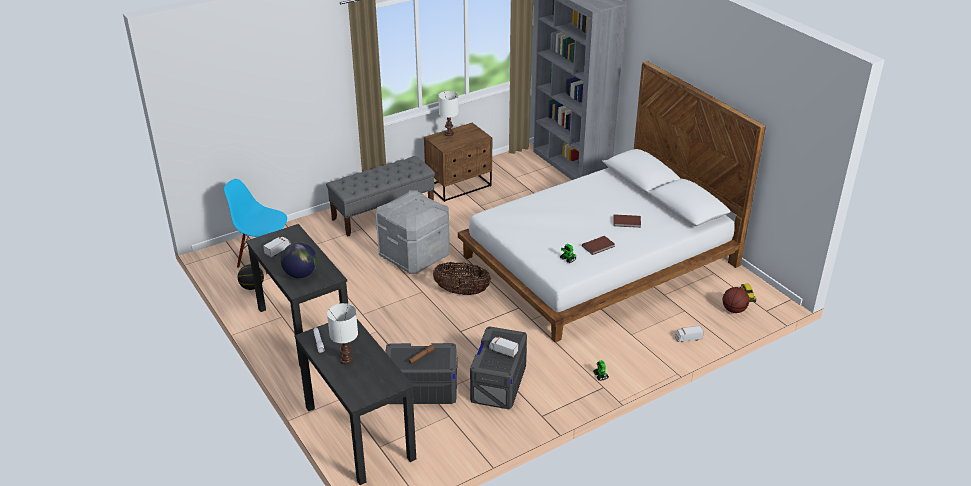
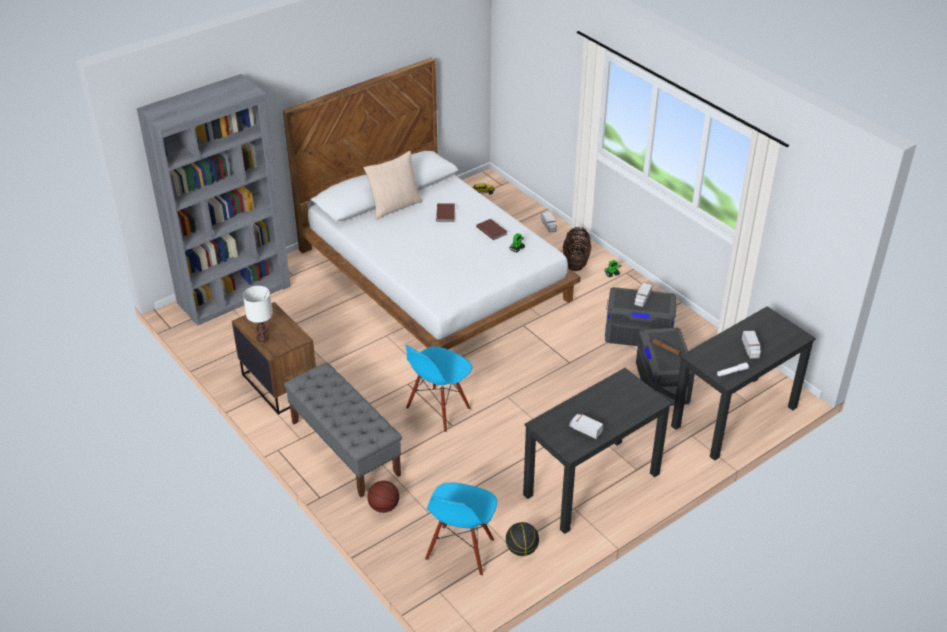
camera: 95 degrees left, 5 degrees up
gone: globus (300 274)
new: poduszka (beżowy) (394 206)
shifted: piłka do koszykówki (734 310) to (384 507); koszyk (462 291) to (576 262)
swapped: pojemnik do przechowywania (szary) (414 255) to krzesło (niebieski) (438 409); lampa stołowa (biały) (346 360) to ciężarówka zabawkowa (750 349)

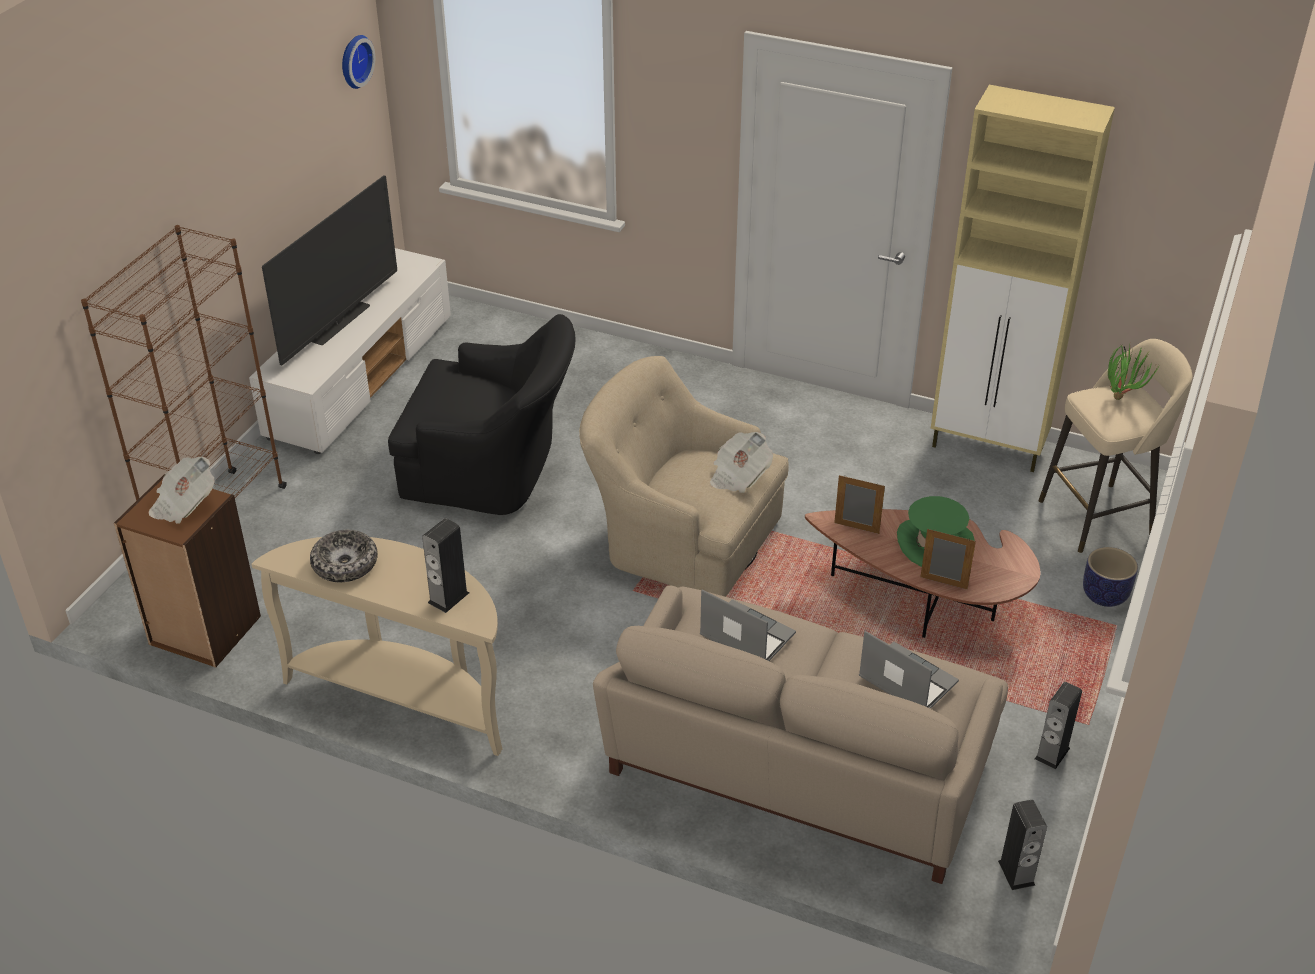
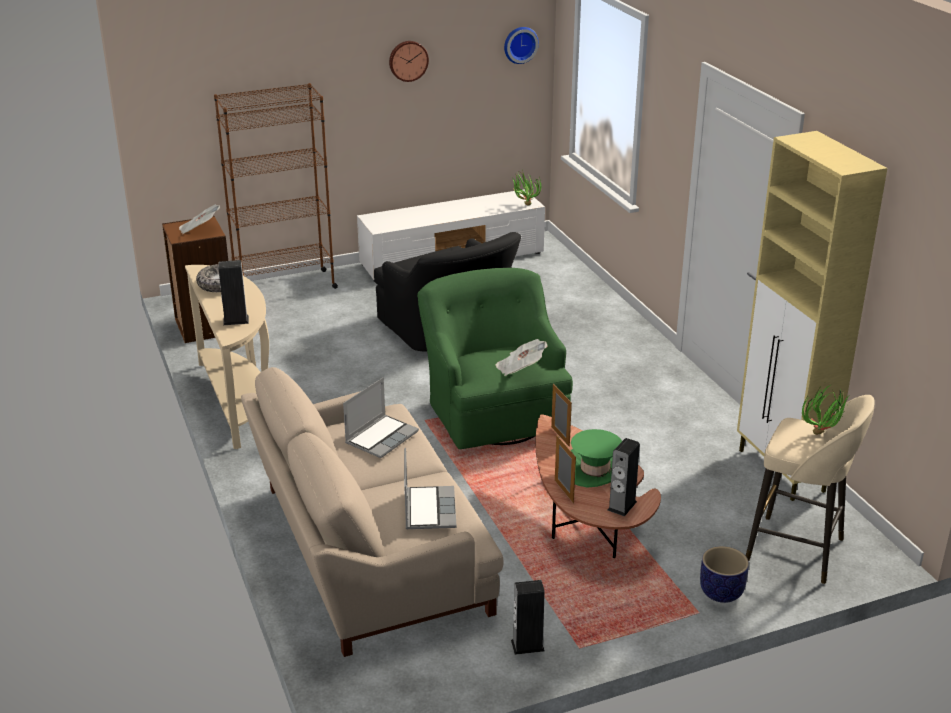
camera: 45 degrees right, 10 degrees down
gone: telewizor (340 323)
new: zegar ścienny (408 60); roślina doniczkowa (524 205)
shifted: głośnik (1016 873) to (622 506)
repainted: fotel (beżowy) (680 537) to fotel (zielony) (494 410)
rotated: laptop (745 635) = (381 437) 45 degrees clockwise

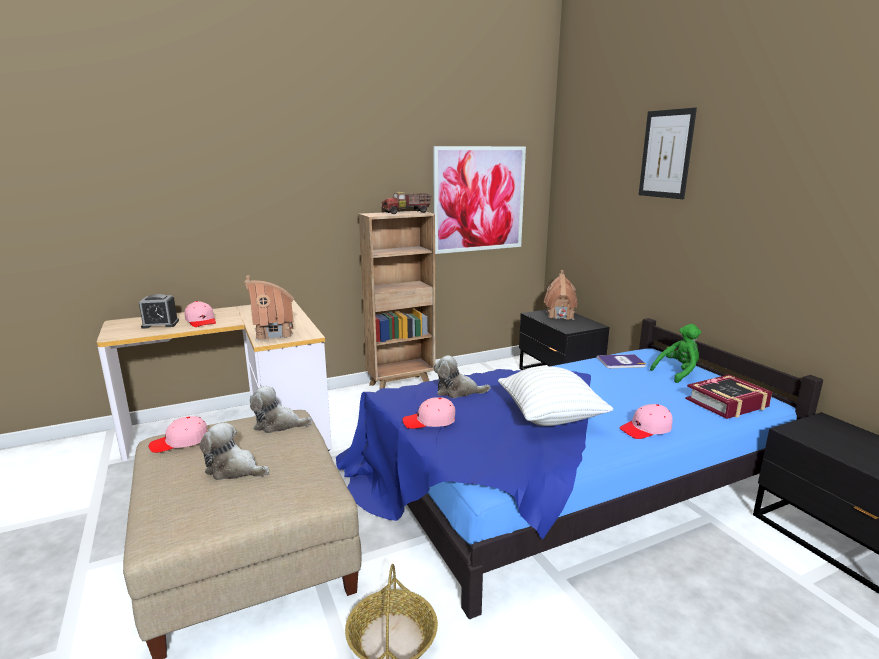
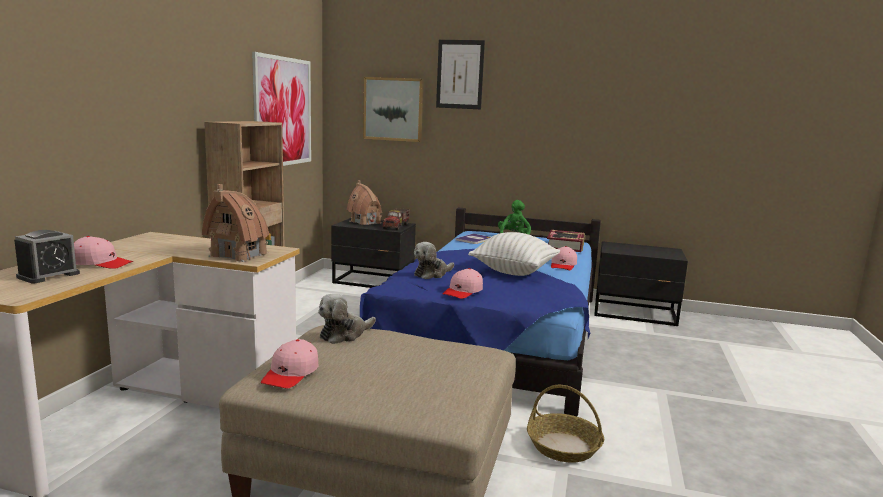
camera: 50 degrees left, 5 degrees down
gone: pluszak (234 469)
new: obraz (393 109)
shifted: ciężarówka zabawkowa (407 212) to (396 227)

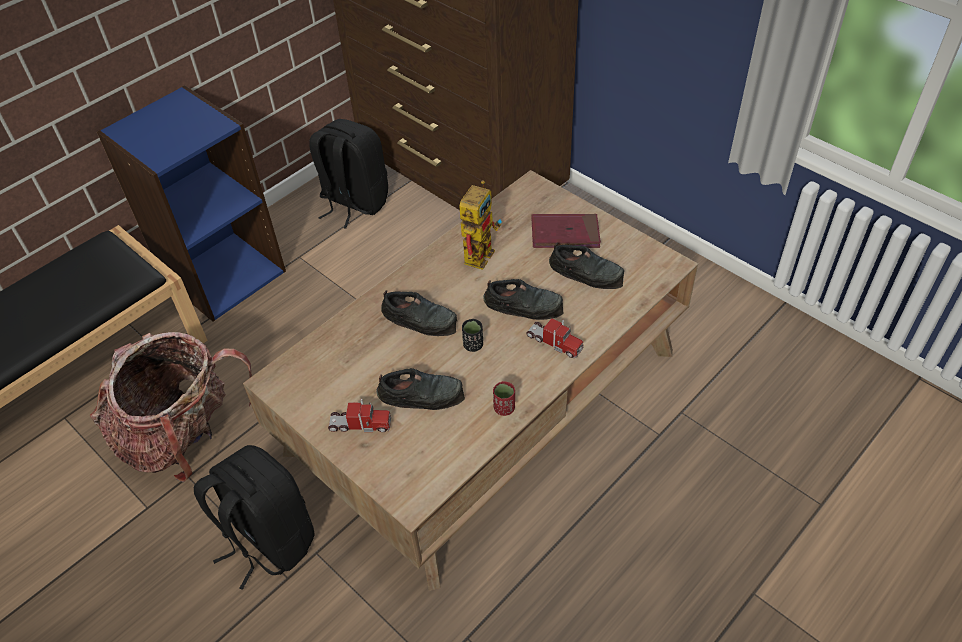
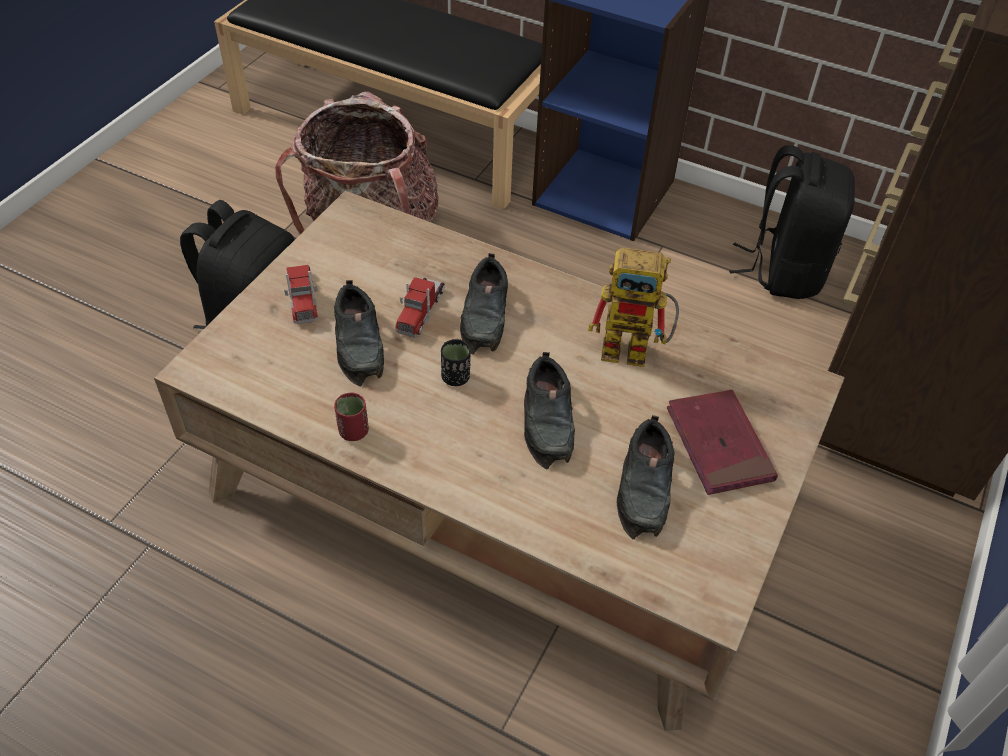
camera: 70 degrees right, 0 degrees up
shifted: ciężarówka zabawkowa (554 342) to (420 311)

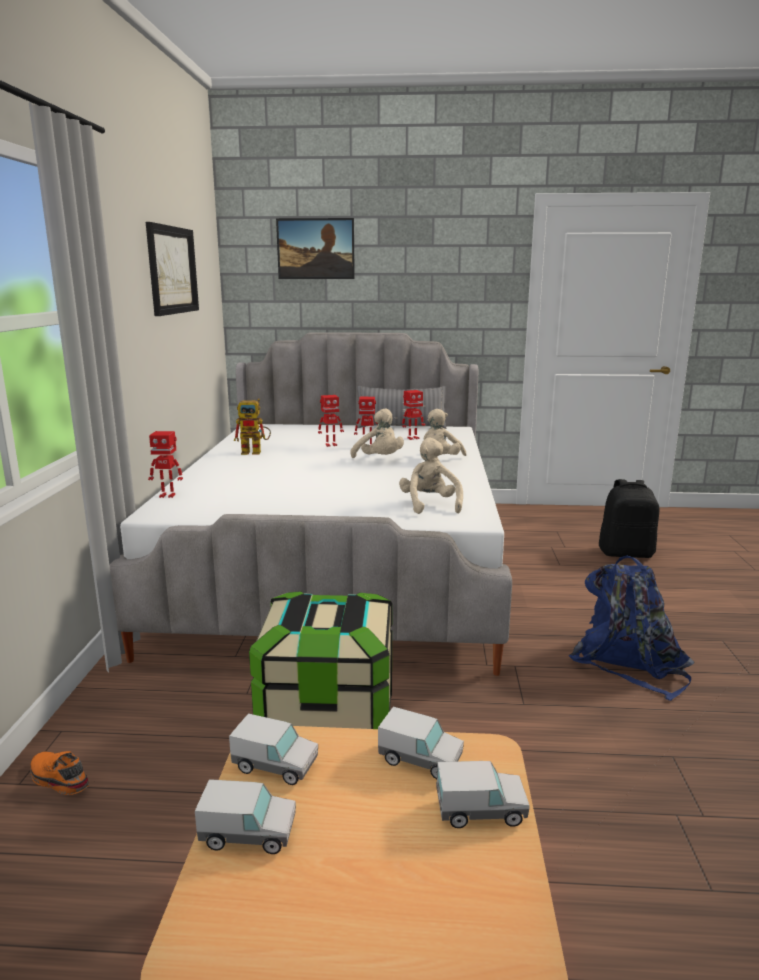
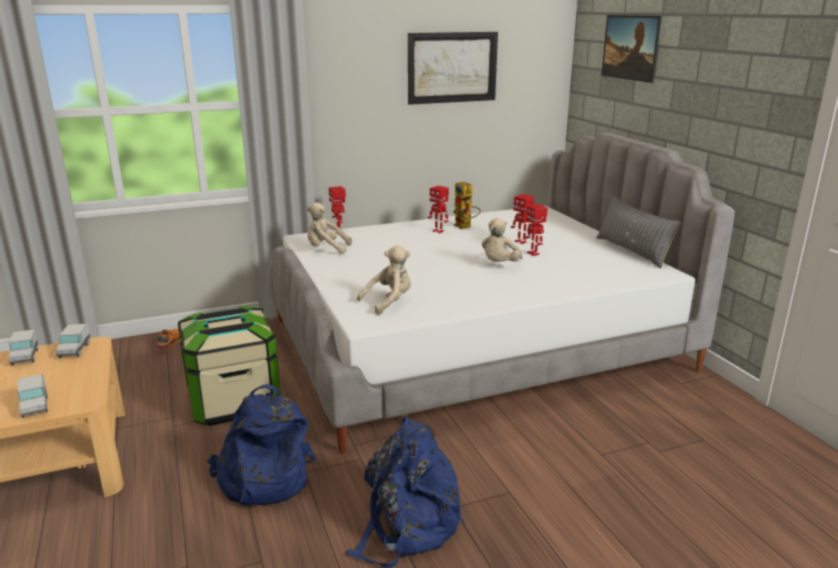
camera: 65 degrees right, 5 degrees up
gone: ciężarówka zabawkowa (420 760); plecak (czarny) (626 553)
new: plecak (niebieski) (262 478)
shifted: pluszak (beżowy) (440 460) to (326 249); robot zabawkowy (412 438) to (438 231)

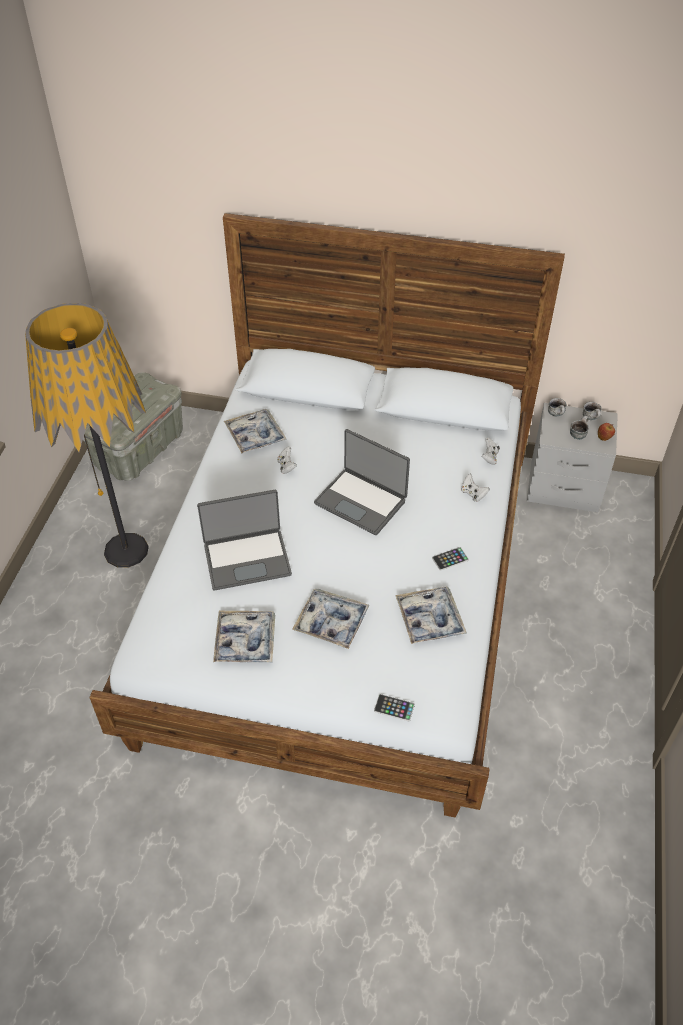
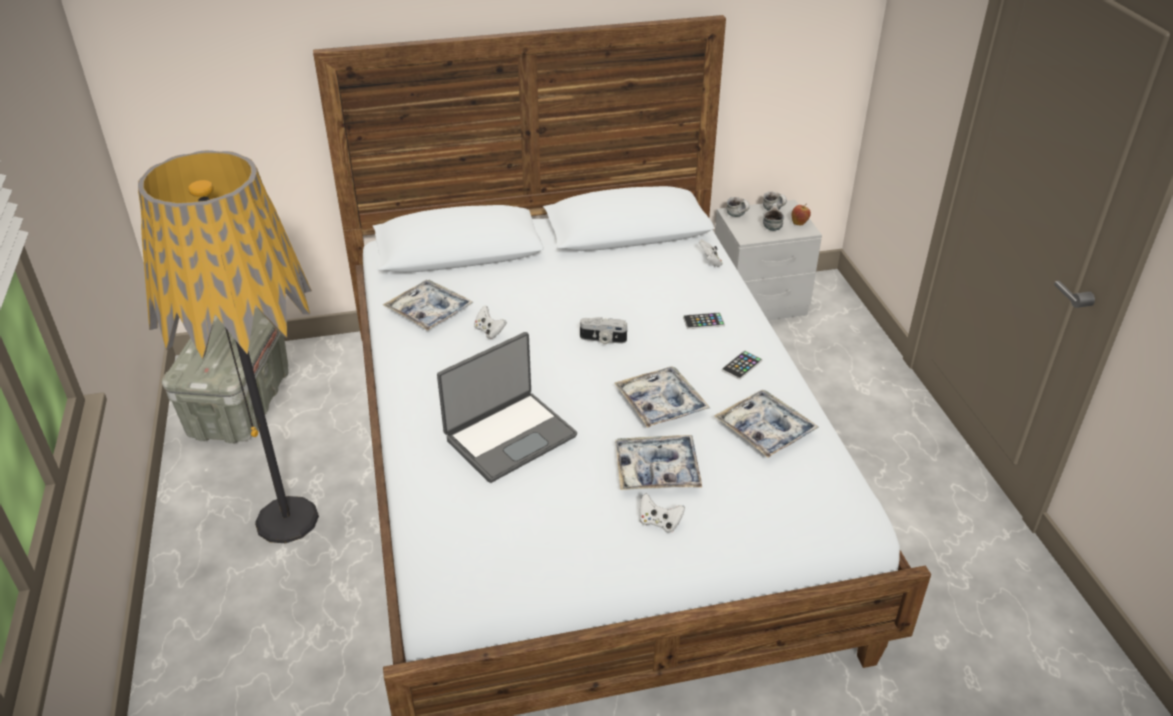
camera: 25 degrees left, 10 degrees down
shifted: taca (245 641) to (661 403); pad do gier (biały) (473 494) to (659 522); telefon (394 708) to (703 321)
swapped: laptop (361 501) to aparat fotograficzny (603 340)

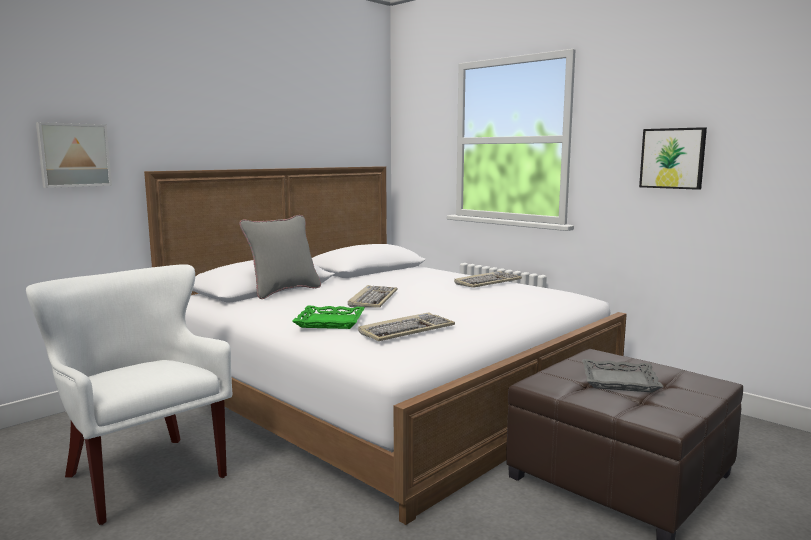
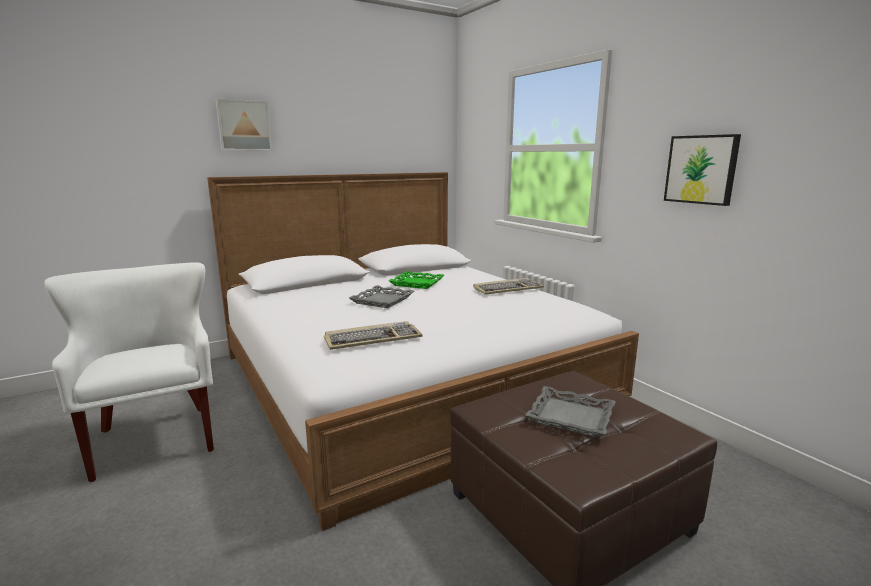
camera: 15 degrees right, 5 degrees up
gone: poduszka (szary) (283 291)
shifted: obraz (74 155) to (244 126); taca (zielony) (329 322) to (416 283)
swapped: klawiatura (373 299) to taca (szary) (382 300)

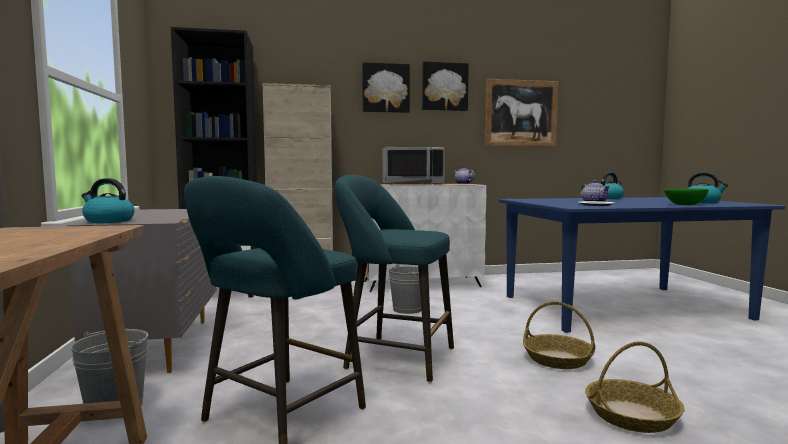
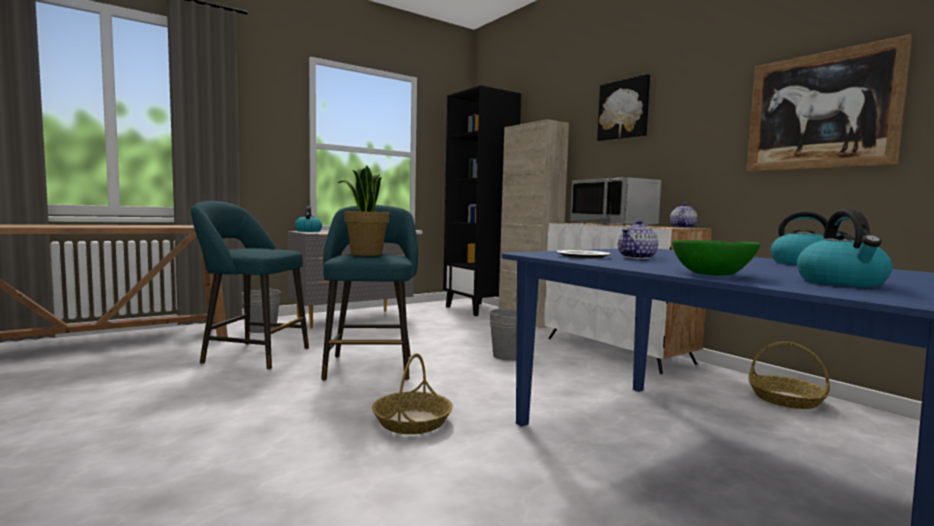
camera: 65 degrees right, 0 degrees up
gone: obraz (444 87)
new: roślina doniczkowa (365 254)
shifted: koszyk (631 416) to (785 399)

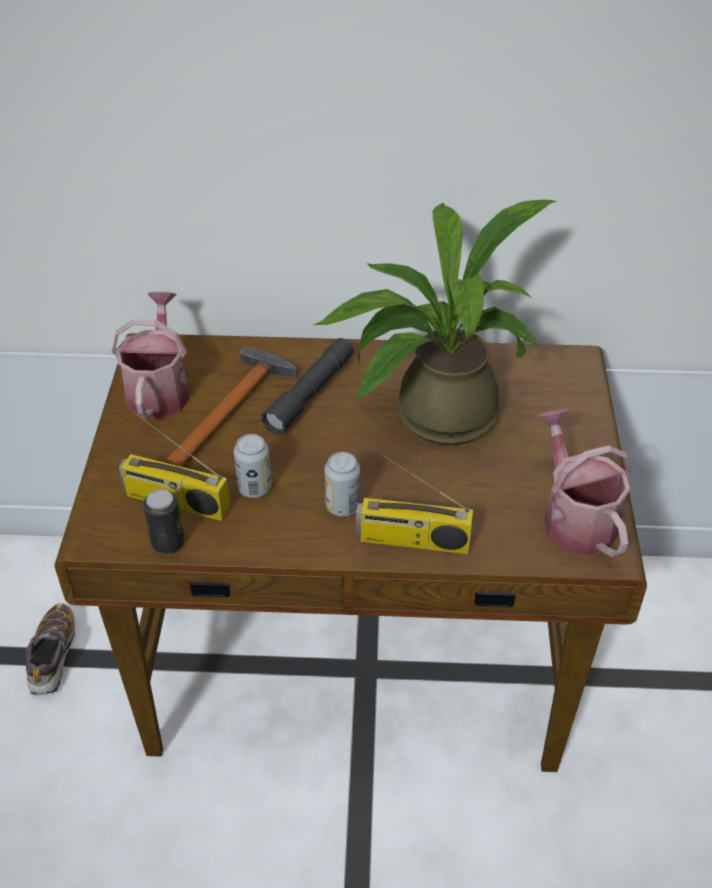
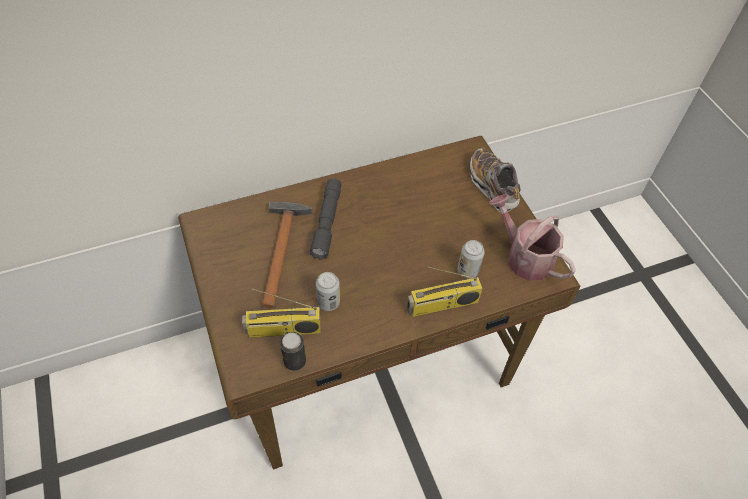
camera: 25 degrees left, 10 degrees up
gone: konewka (159 389); roślina doniczkowa (433 416)
shifted: puszka (342 506) to (468 270); but (53 656) to (492 186)

